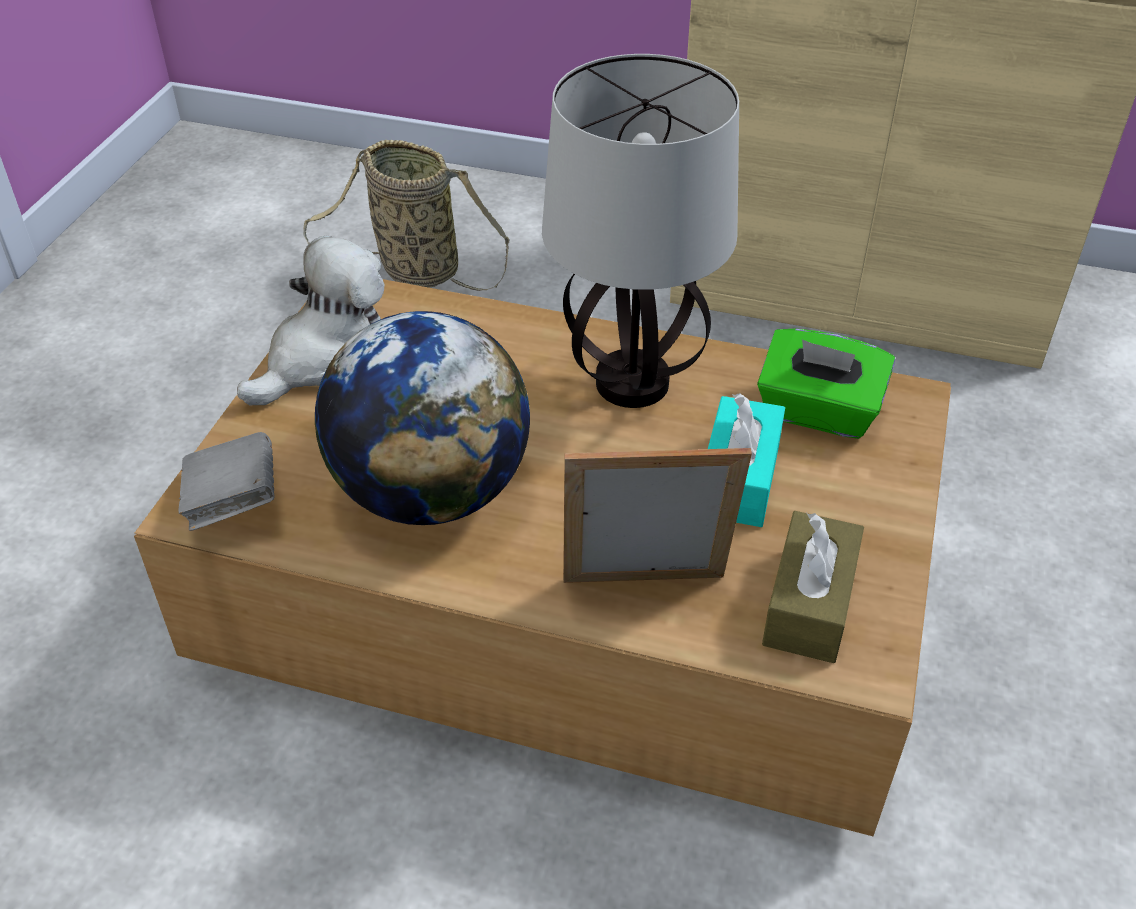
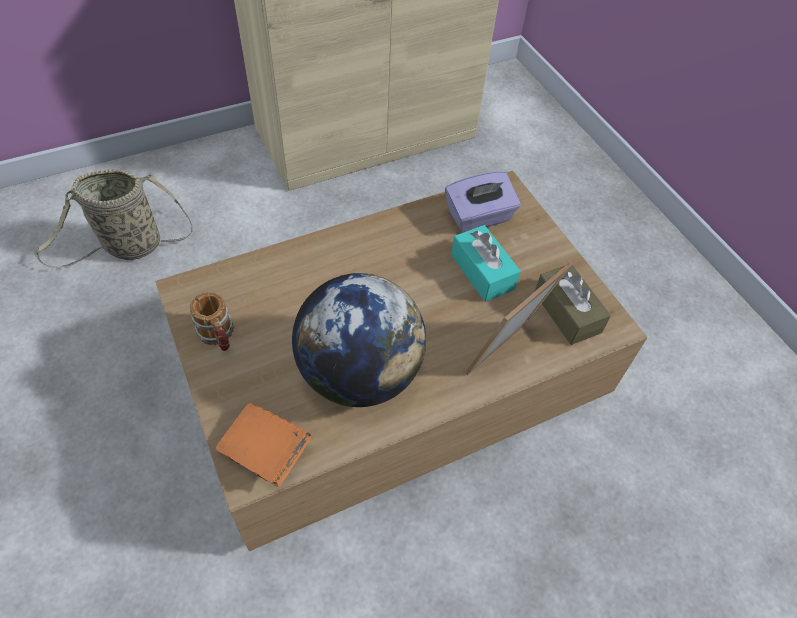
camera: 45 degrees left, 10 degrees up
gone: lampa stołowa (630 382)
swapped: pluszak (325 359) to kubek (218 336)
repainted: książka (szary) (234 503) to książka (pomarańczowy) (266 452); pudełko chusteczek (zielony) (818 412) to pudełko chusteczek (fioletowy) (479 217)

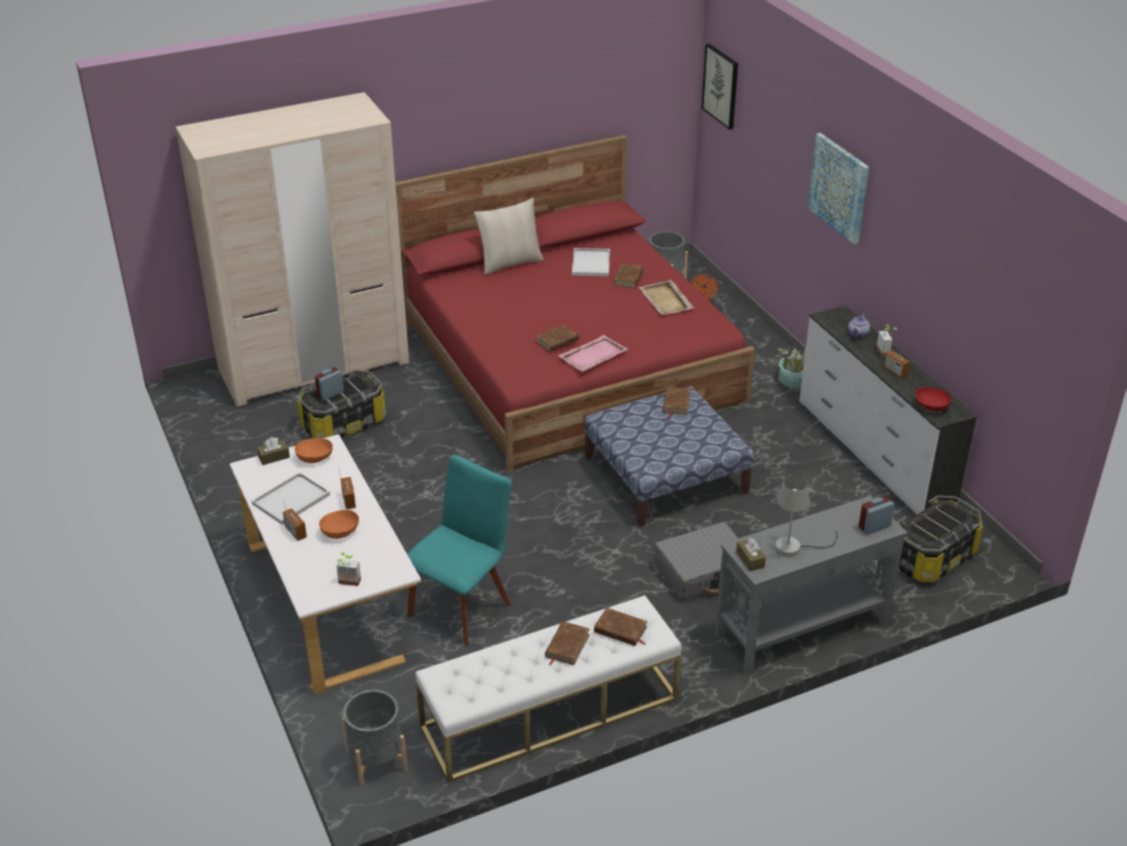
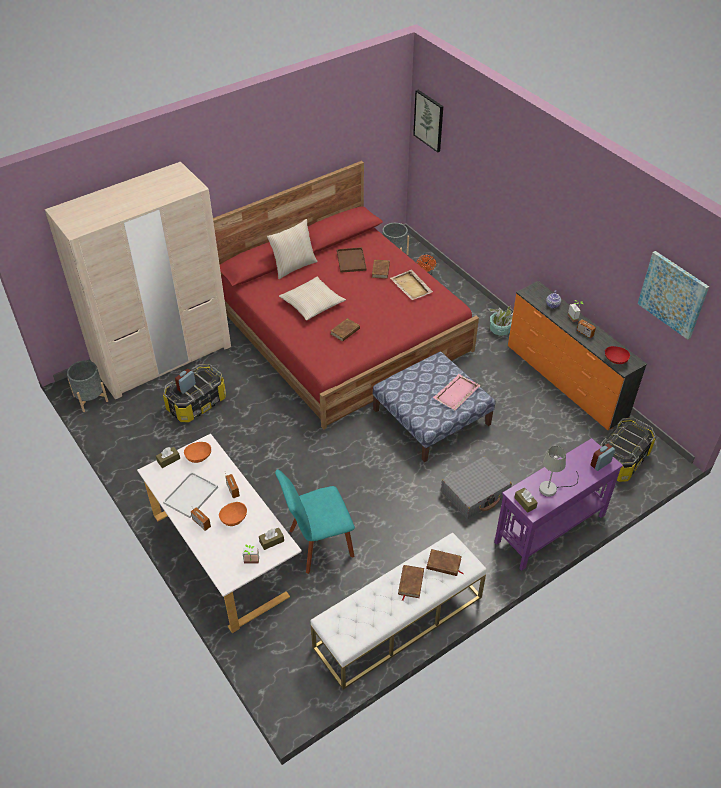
camera: 10 degrees left, 10 degrees up
gone: książka (brązowy) (676 403)
new: pudełko chusteczek (brązowy) (271 541); poduszka (beżowy) (312 303)
shifted: donica (szary) (376 760) to (90 398); taca (różowy) (592 355) to (456 393); obraz (839 187) to (673 294)
repainted: taca (biały) (591 264) to taca (brązowy) (352 261); stolik konsolowy (szary) (800 628) to stolik konsolowy (fioletowy) (549 528); komoda (biały) (874 452) to komoda (pomarańczowy) (565 381)
rotated: krzesło (turkusowy) (462 606) = (317 545) 135 degrees counterclockwise

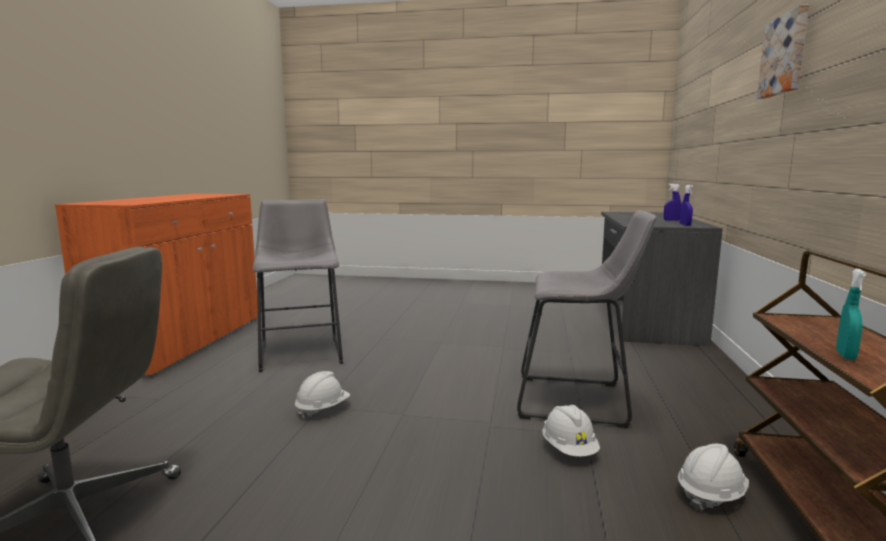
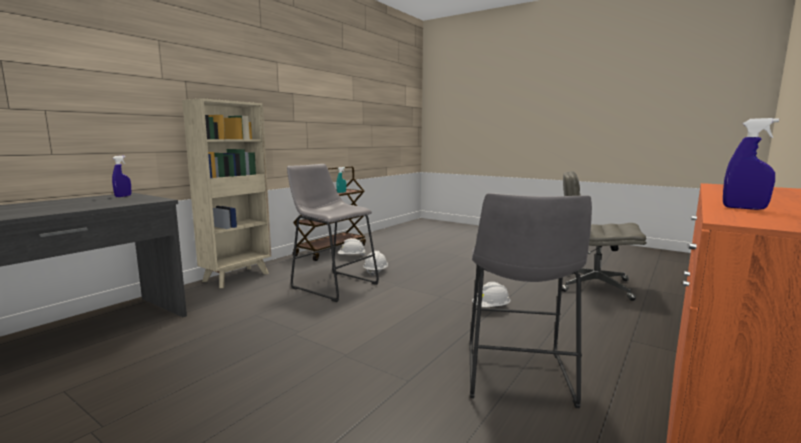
camera: 155 degrees left, 0 degrees up
gone: obraz (785 55)
new: regał (beżowy) (237 277)
shifted: spryskiwacz (niebieski) (671 220) to (744 208)

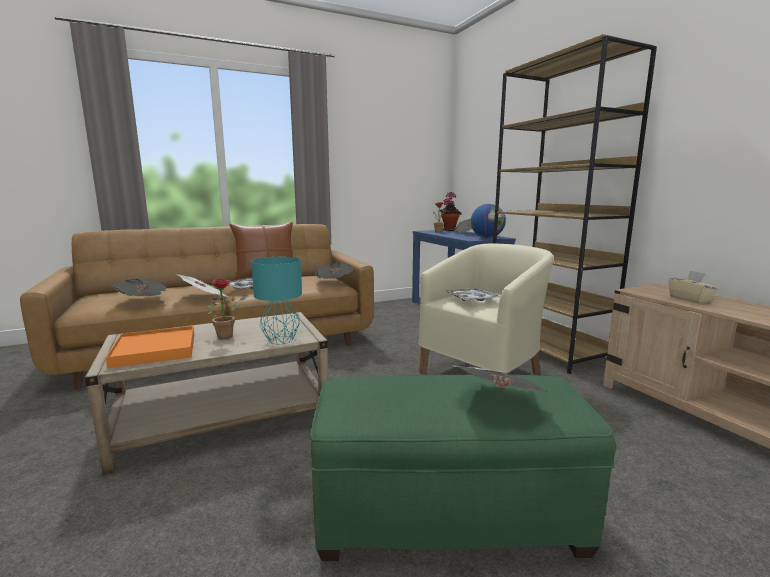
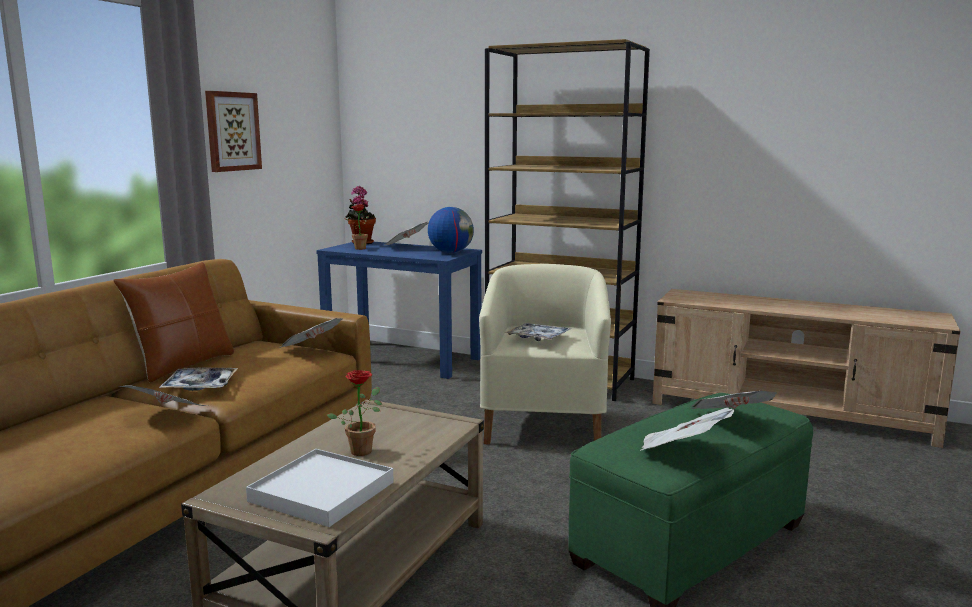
camera: 40 degrees left, 0 degrees up
gone: lampa stołowa (turkusowy) (281 340); pudełko chusteczek (beżowy) (690 299)
new: obraz (232 131)
shifted: gazeta (143 301) to (681 452)
repainted: taca (pomarańczowy) (155 350) to taca (biały) (322 491)

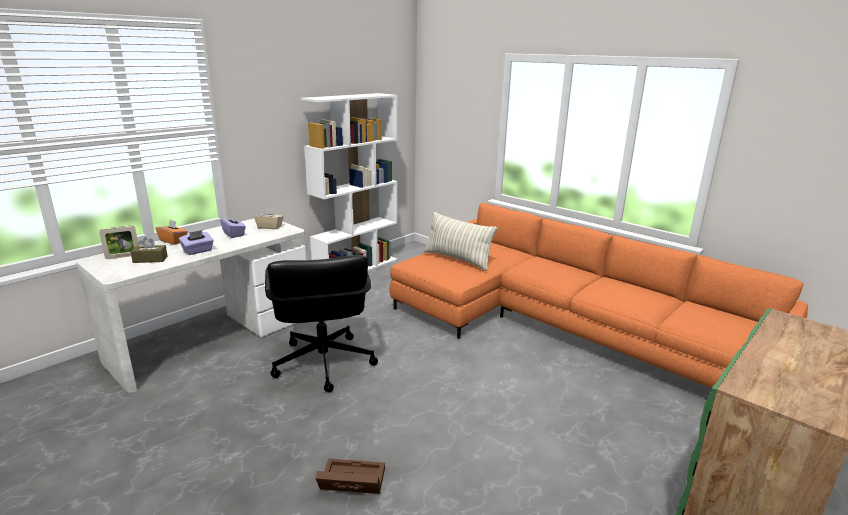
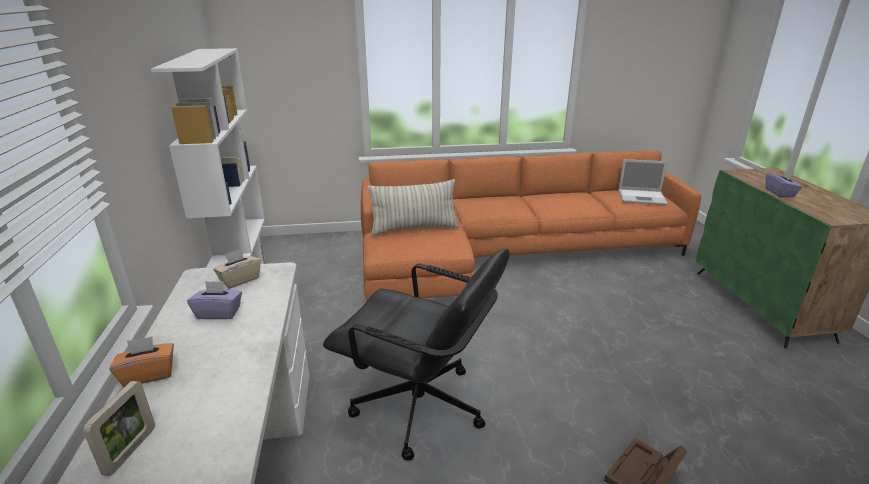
camera: 50 degrees left, 5 degrees up
gone: pudełko chusteczek (brązowy) (150 259)
new: laptop (643 197)
shifted: pudełko chusteczek (fioletowy) (198 251) to (780 193)

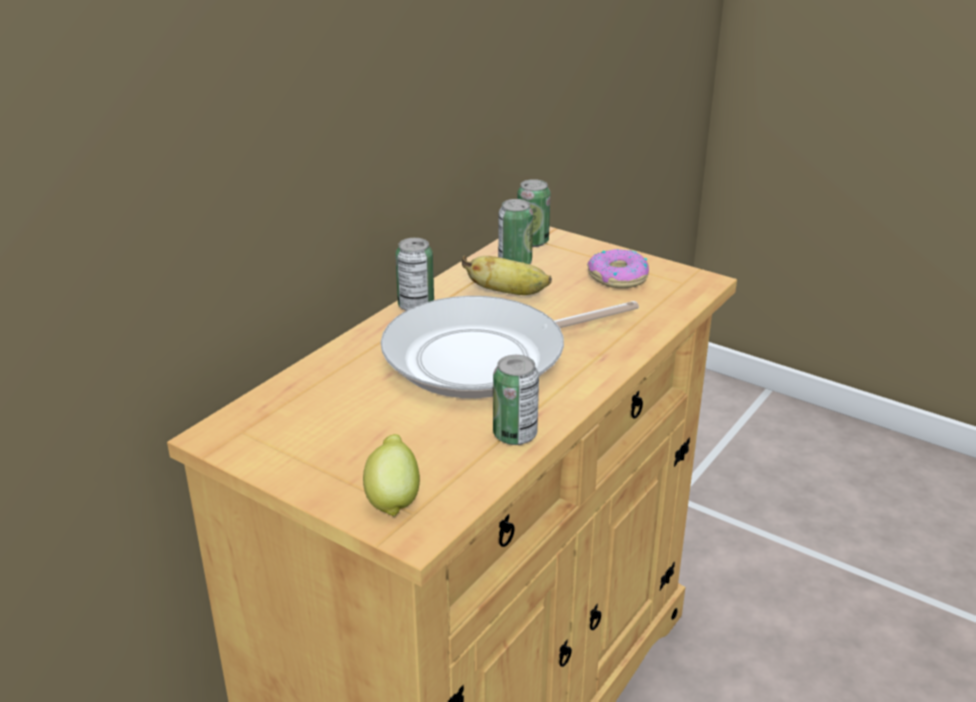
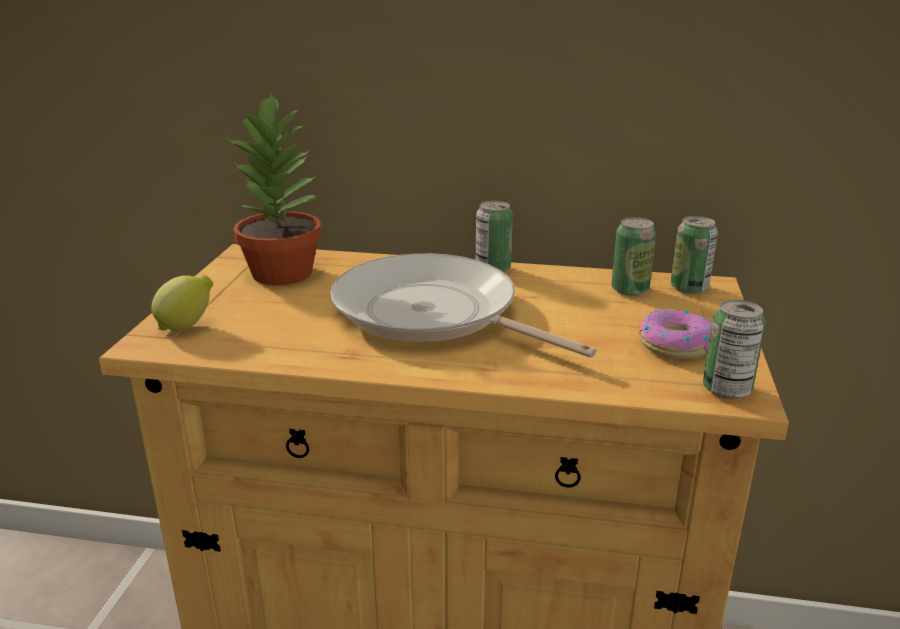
camera: 65 degrees right, 5 degrees down
gone: banan (508 293)
new: roślina doniczkowa (284 273)
shifted: puszka (515 435) to (726 389)

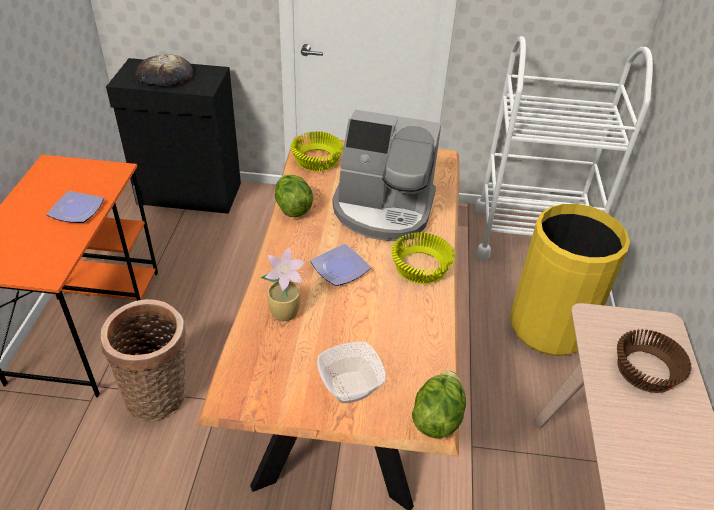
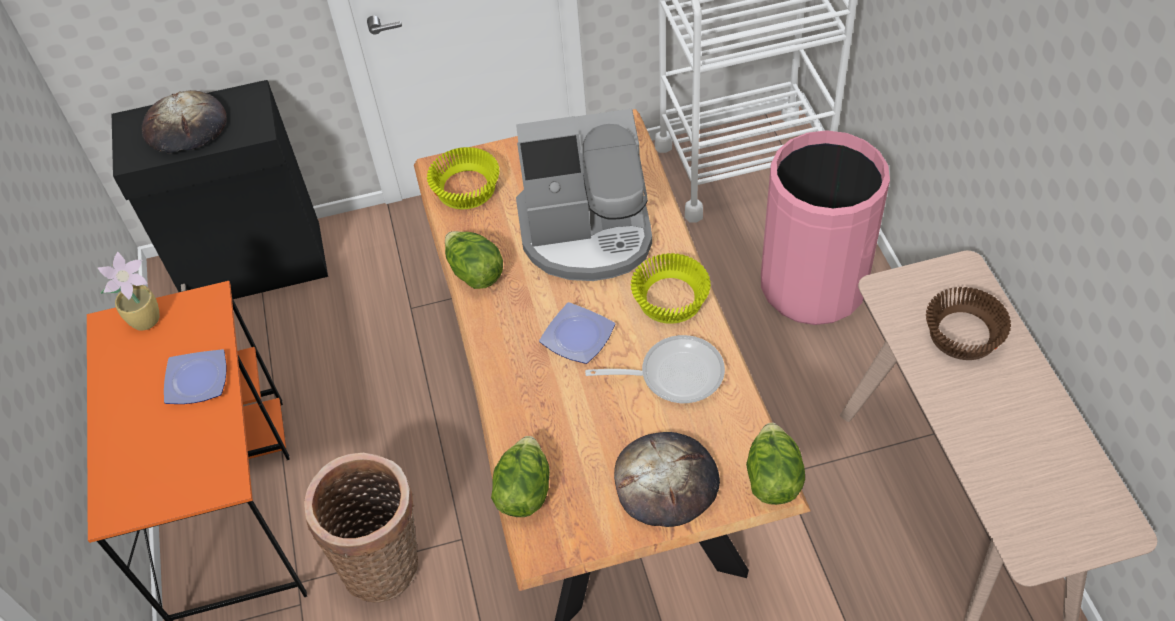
camera: 15 degrees left, 10 degrees up
new: sałata (524 491); patelnia (674 374)
shifted: roślina doniczkowa (286 312) to (147 319)
swapped: miska (351 387) to chleb (666 481)
repainted: kosz na śmieci (żółty) (549 326) to kosz na śmieci (różowy) (812 285)

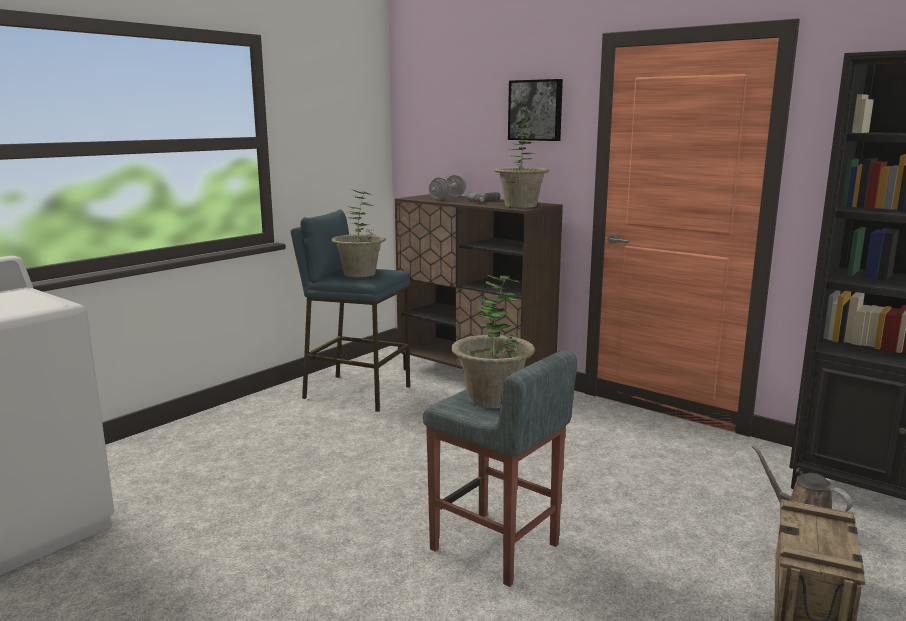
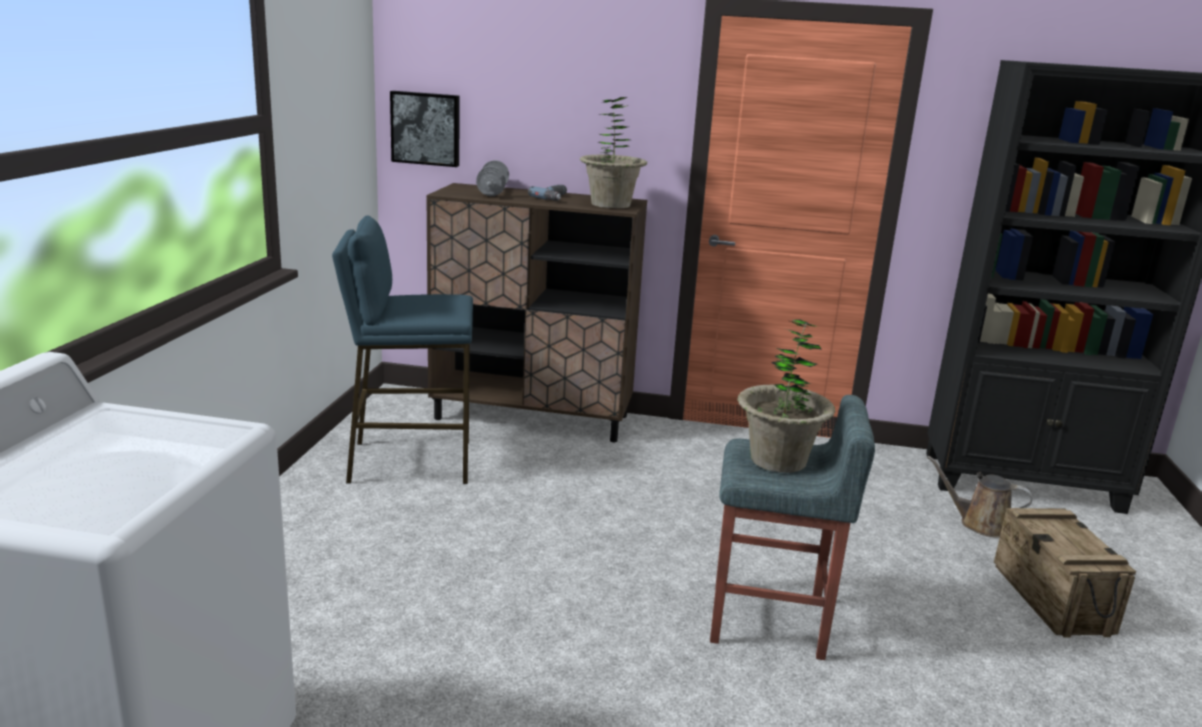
camera: 30 degrees left, 5 degrees up
gone: roślina doniczkowa (359 274)
shifted: obraz (536 110) to (426 128)

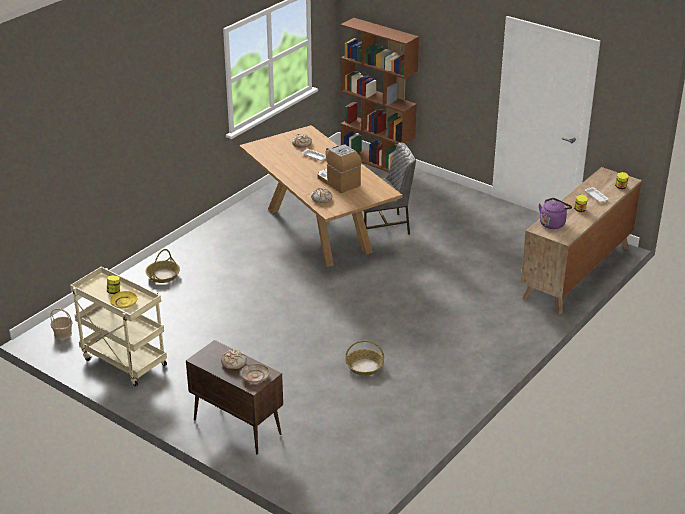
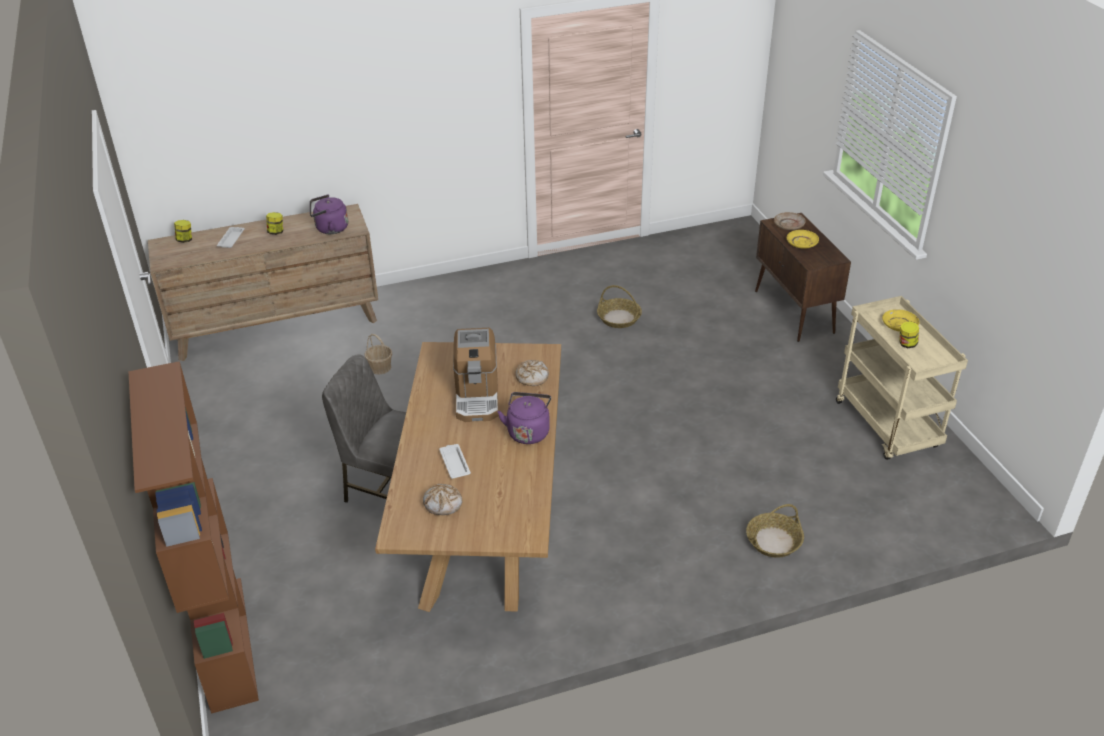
camera: 145 degrees left, 5 degrees up
new: czajnik (fioletowy) (528 431)
shifted: koszyk (63 334) to (380 367)
swapped: chleb (233 362) to talerz (żółty) (802 243)

